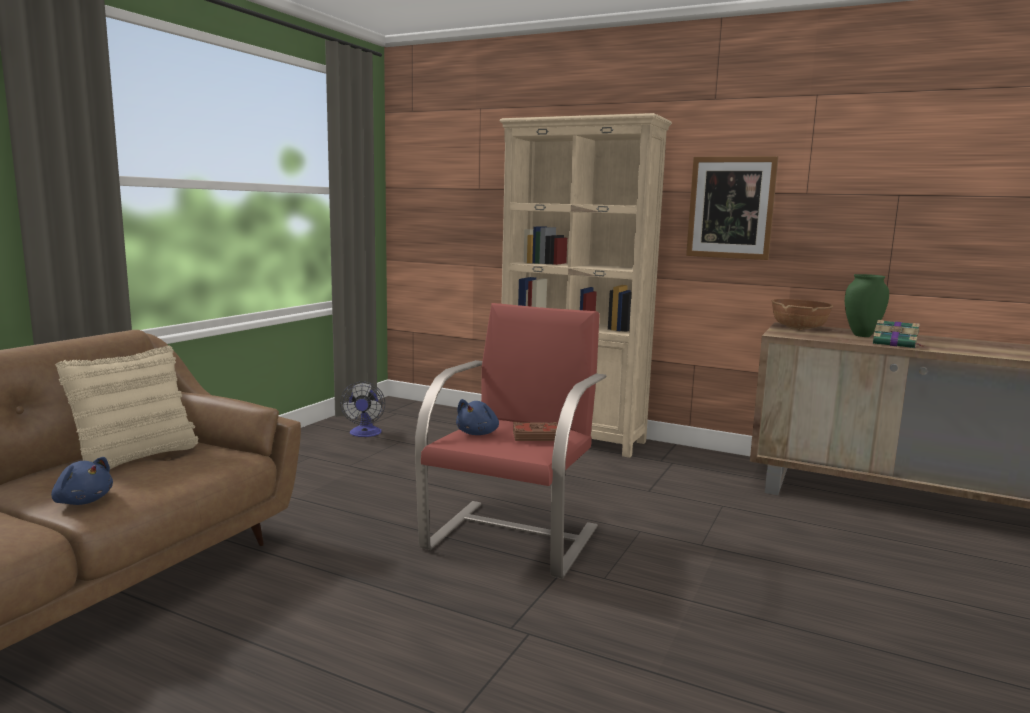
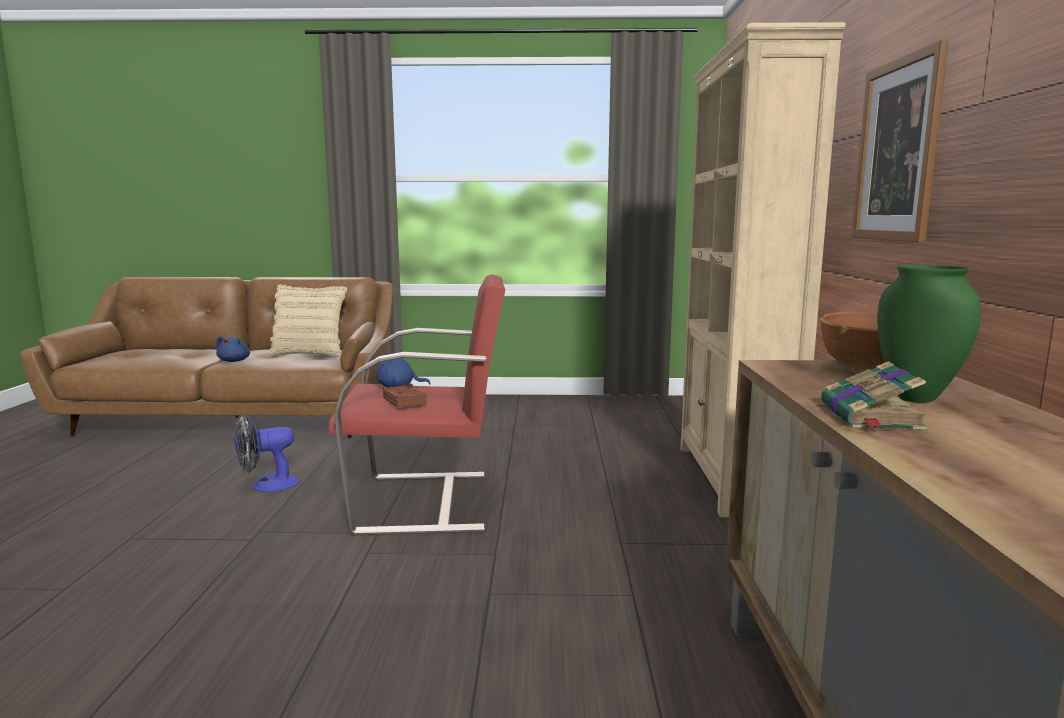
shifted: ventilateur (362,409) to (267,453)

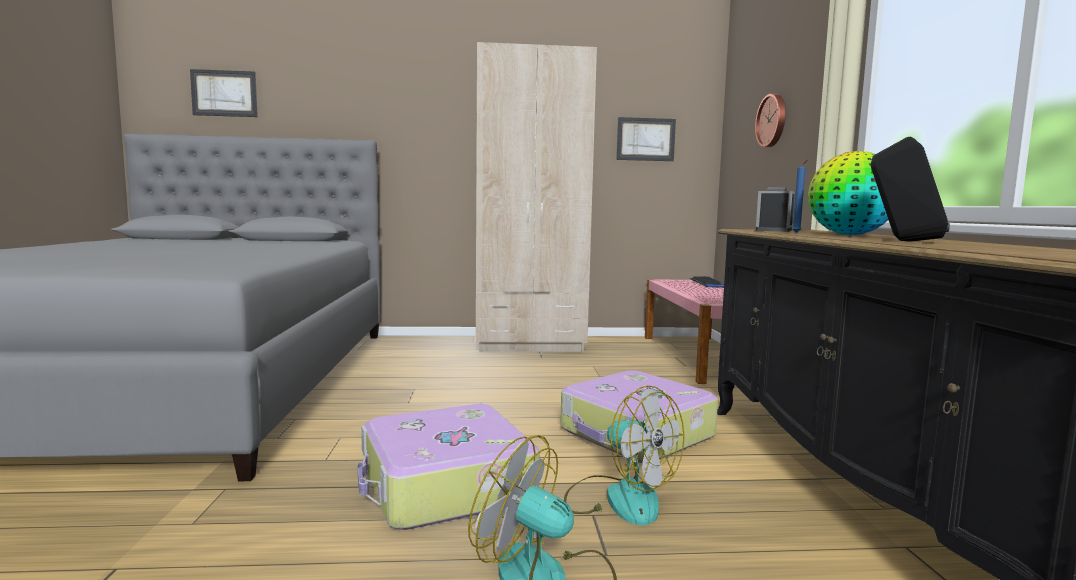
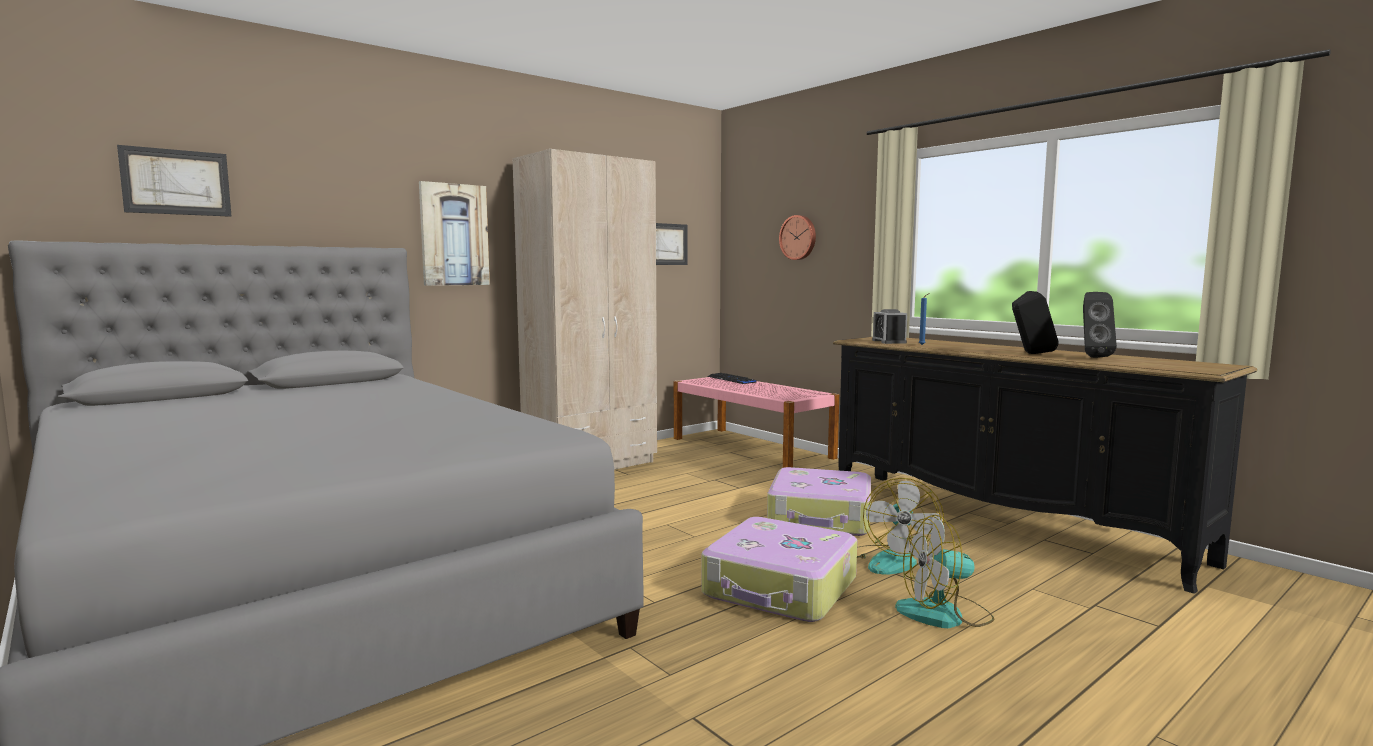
gone: globe (848,193)
new: tableau (454,233); enceinte [noir] (1100,325)
rotated: ventilateur (624,455) = (900,526) 90 degrees clockwise

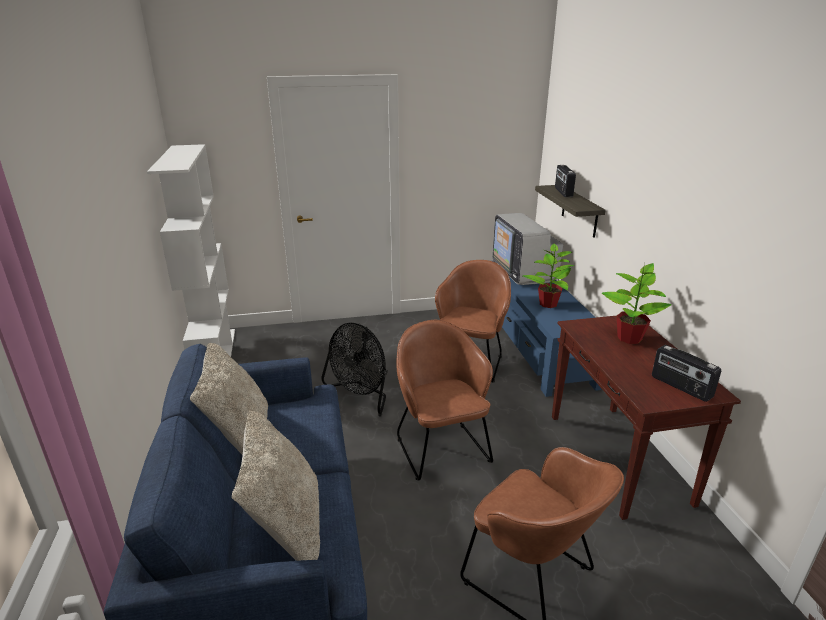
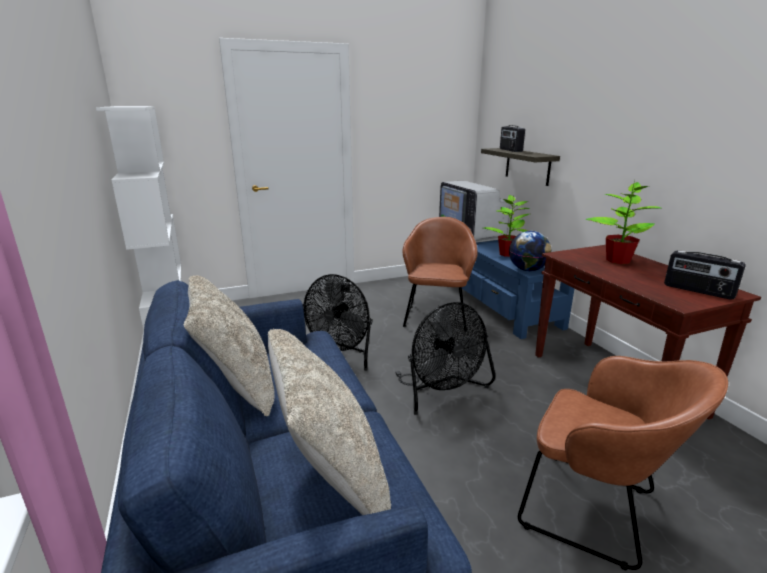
new: globe (530,251)
swapped: fauteuil [marron] (444,400) to ventilateur [noir] (446,358)

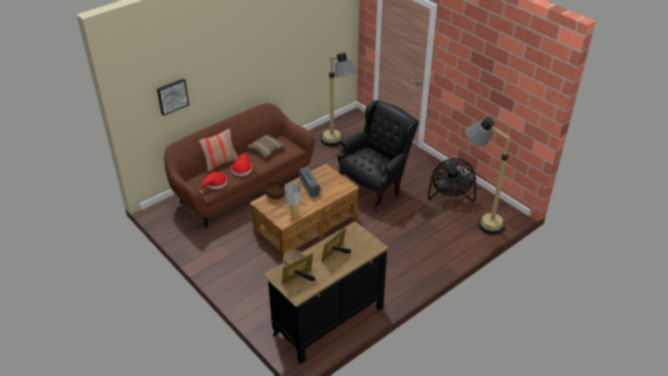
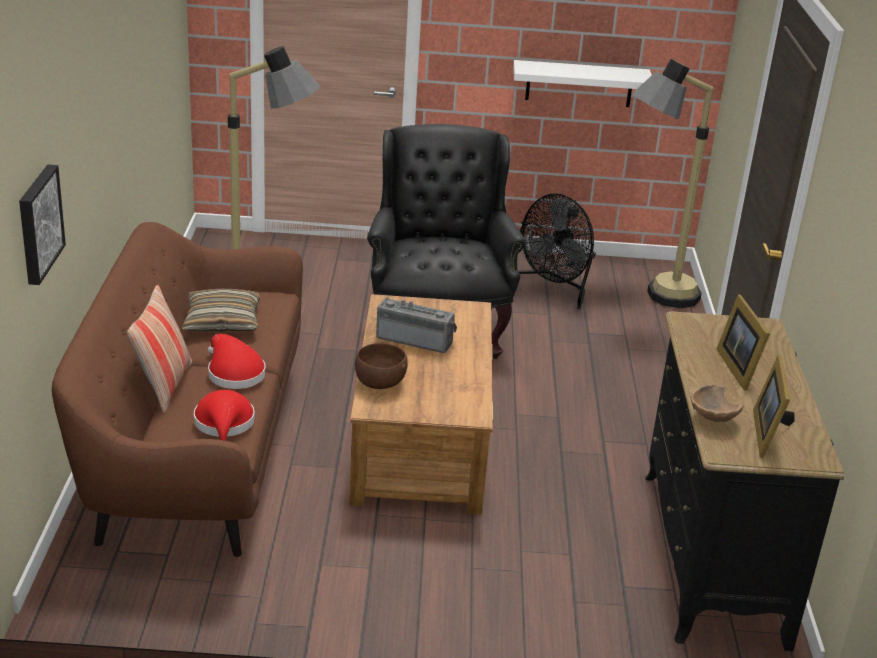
gone: lampe de table (288,200)
new: étagère [blanc] (582,83)
rotated: ventilateur [noir] (452,180) = (557,251) 90 degrees clockwise

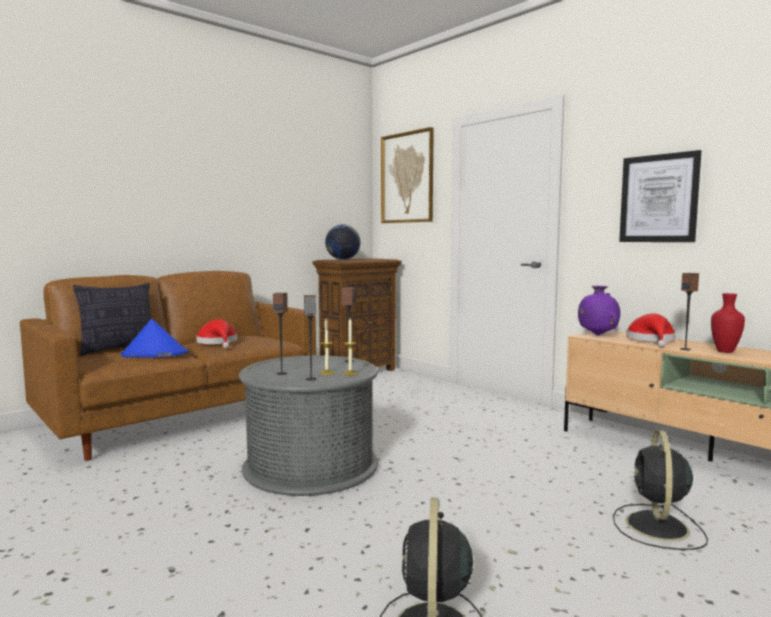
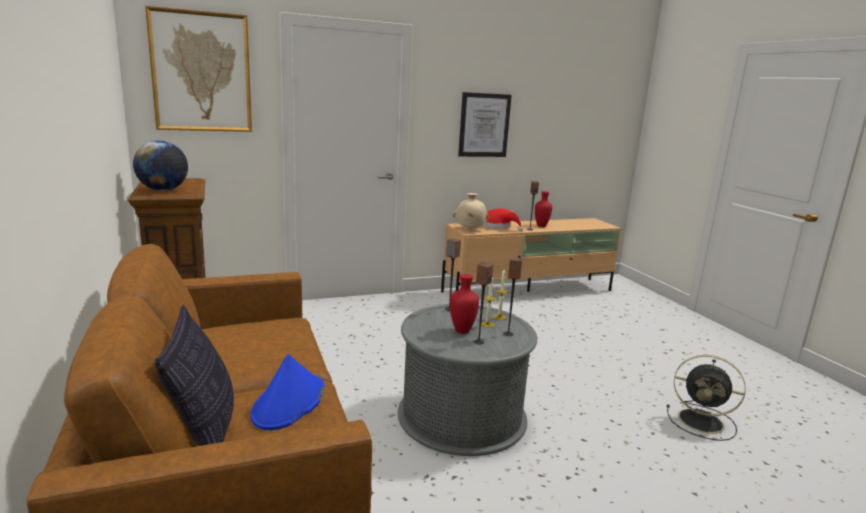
gone: chapeau [rouge] (216,333); ventilateur [noir] (660,490)
new: vase [rouge] (464,304)
repainted: vase [violet] (599,311) to vase [beige] (471,211)

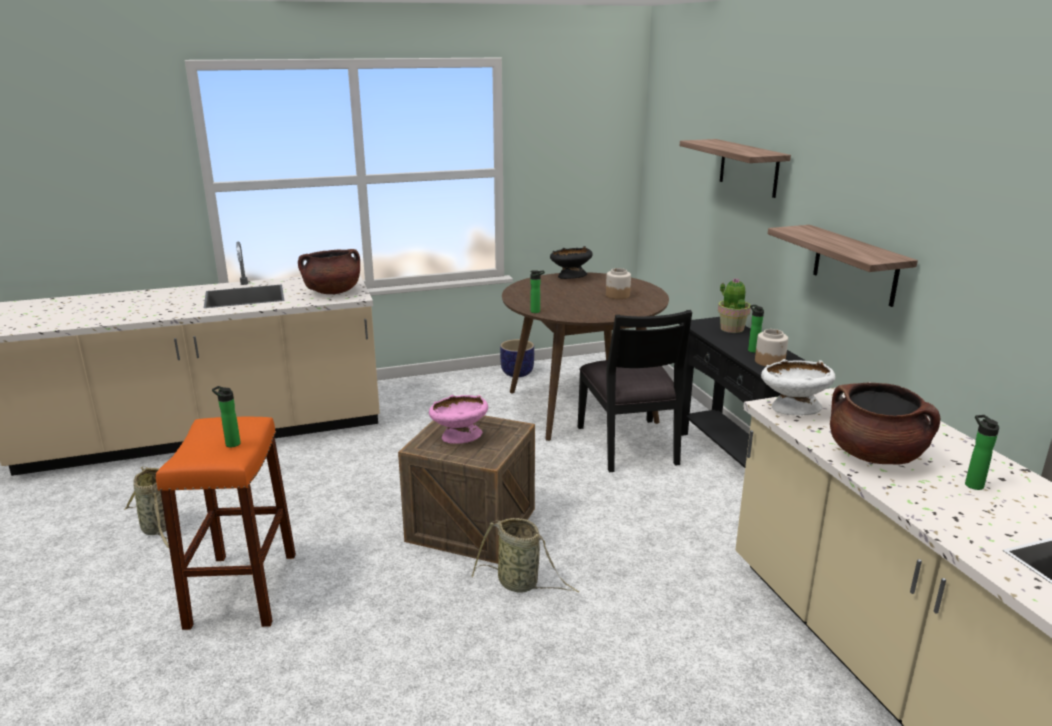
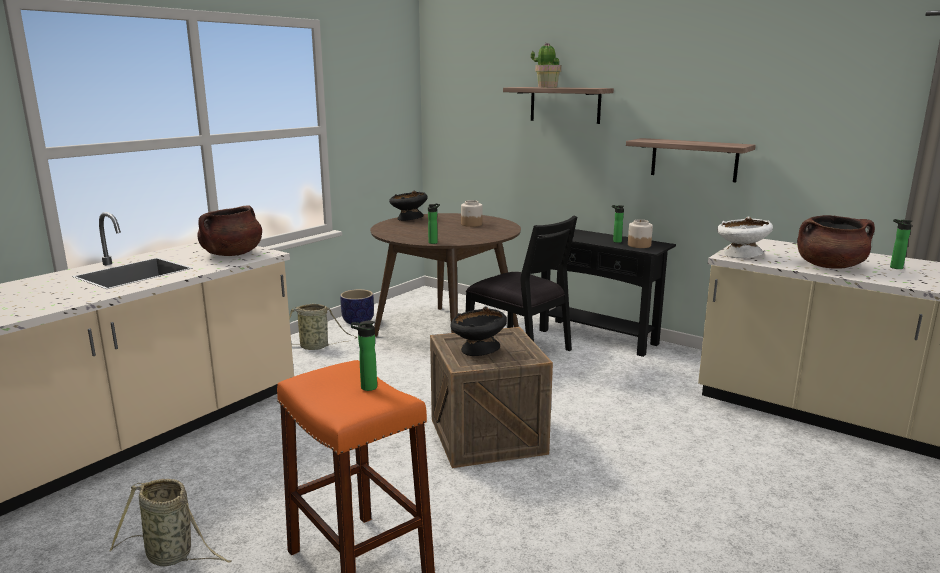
shifted: panier (525,555) to (323,327); plante en pot (734,305) to (546,65)
repainted: bol [rose] (458,419) to bol [noir] (478,331)

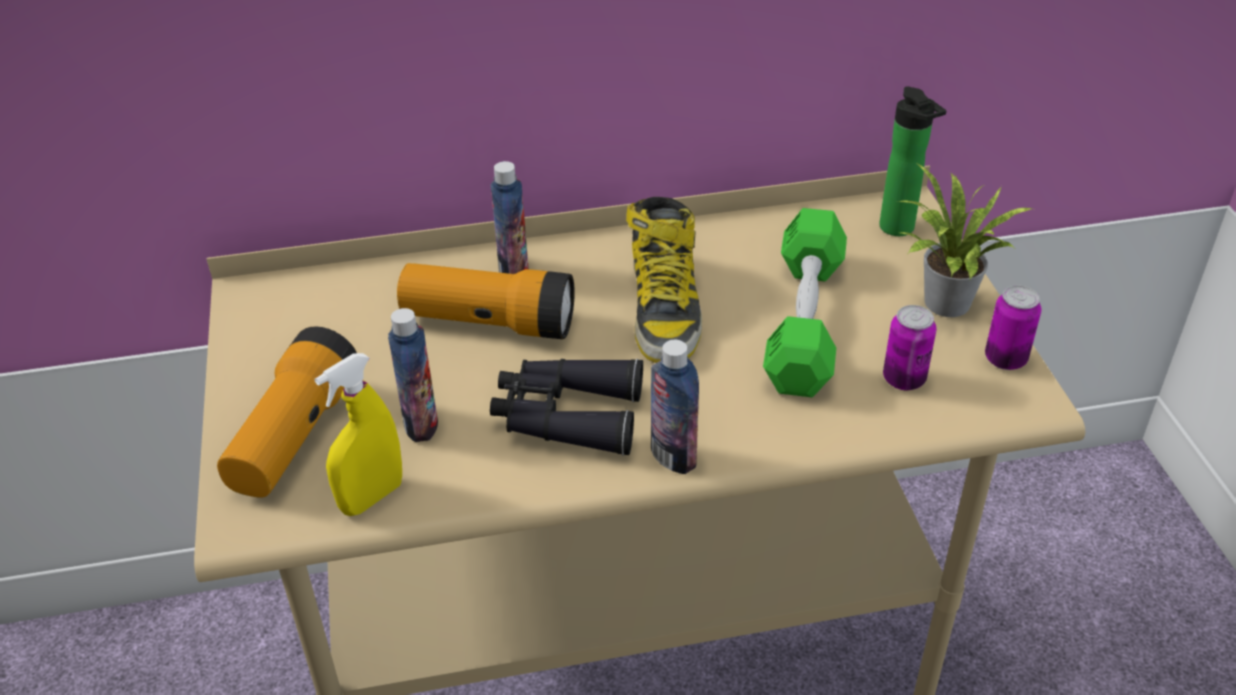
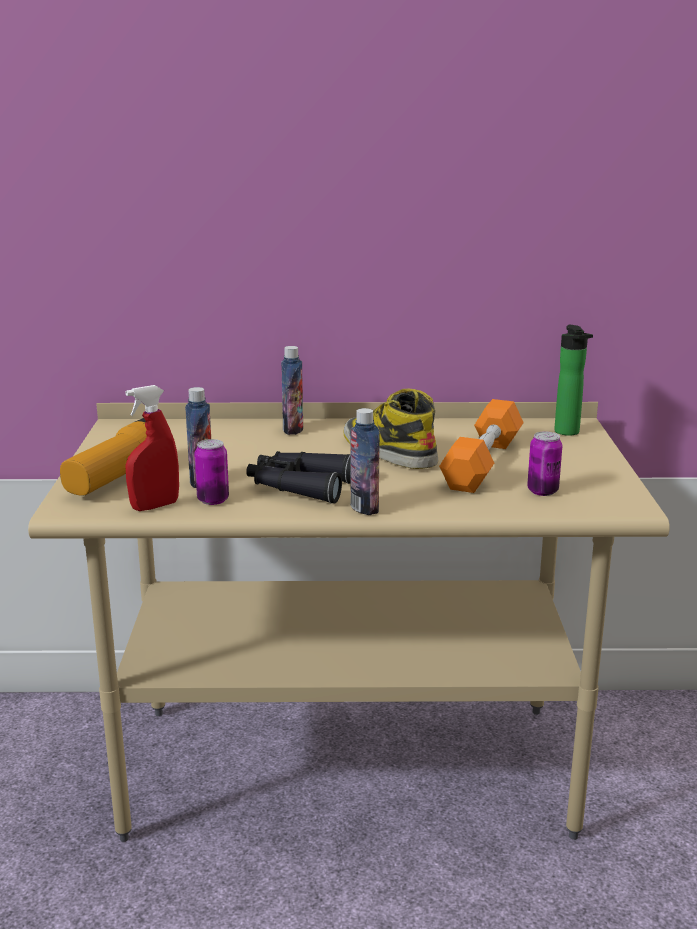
gone: lampe de poche (486,301); plante en pot (965,240)
shifted: boîte métallique (1013,327) to (211,472)
repainted: vaporisateur [jaune] (358,434) to vaporisateur [rouge] (152,448); haltère [vert] (805,302) to haltère [orange] (481,446)
rotated: botte (664,280) = (391,428) 135 degrees clockwise

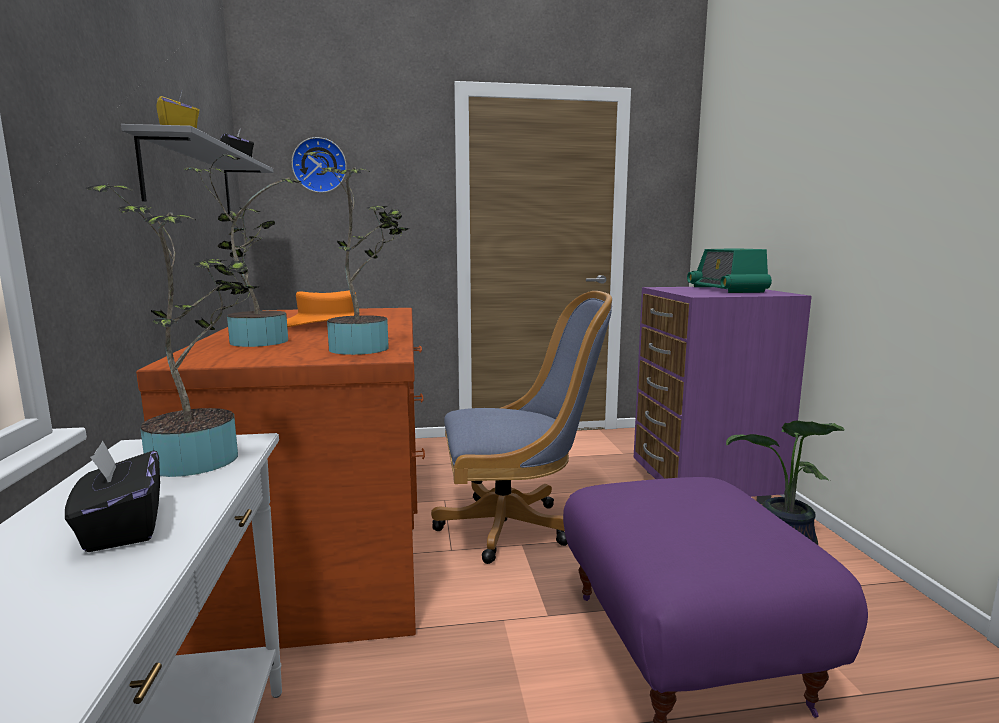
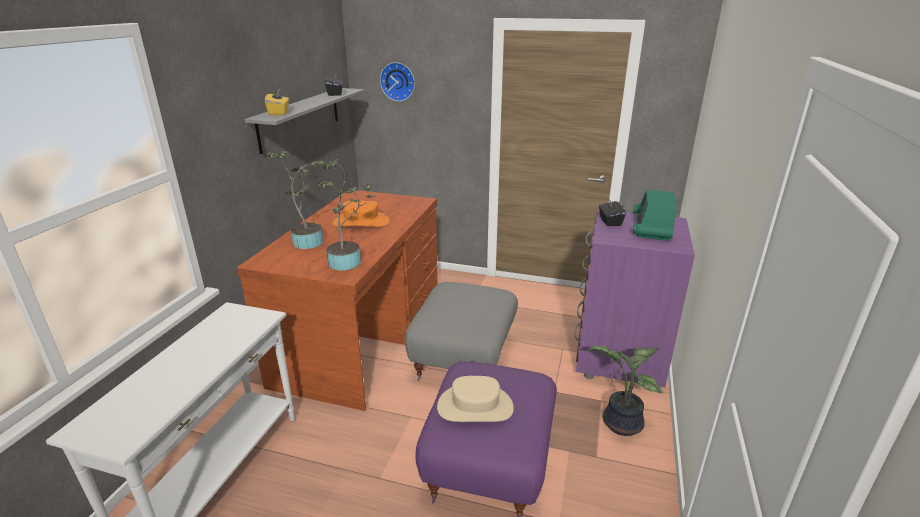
gone: plante en pot (173,330)
new: chapeau [beige] (475,399)
shifted: boîte à mouchoirs [noir] (112,496) to (612,212)
swapped: chaise de bureau [bleu] (521,427) to pouf [gris] (461,331)

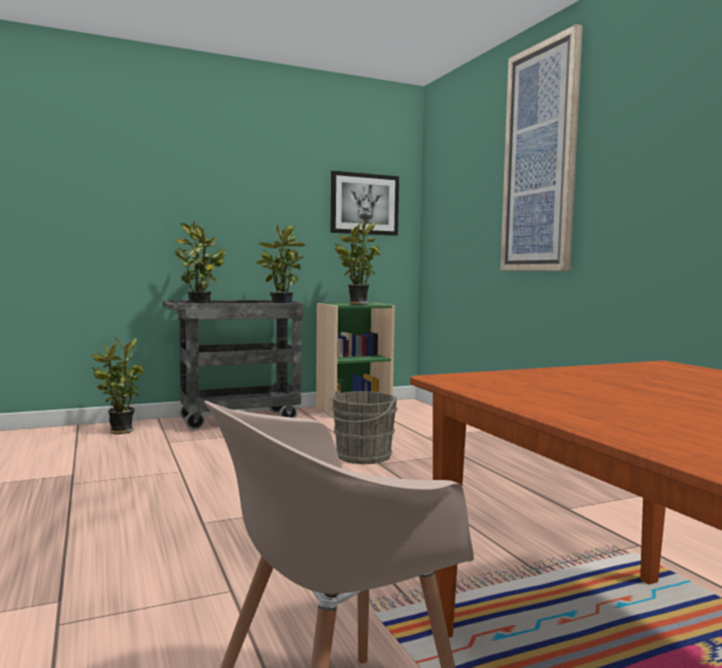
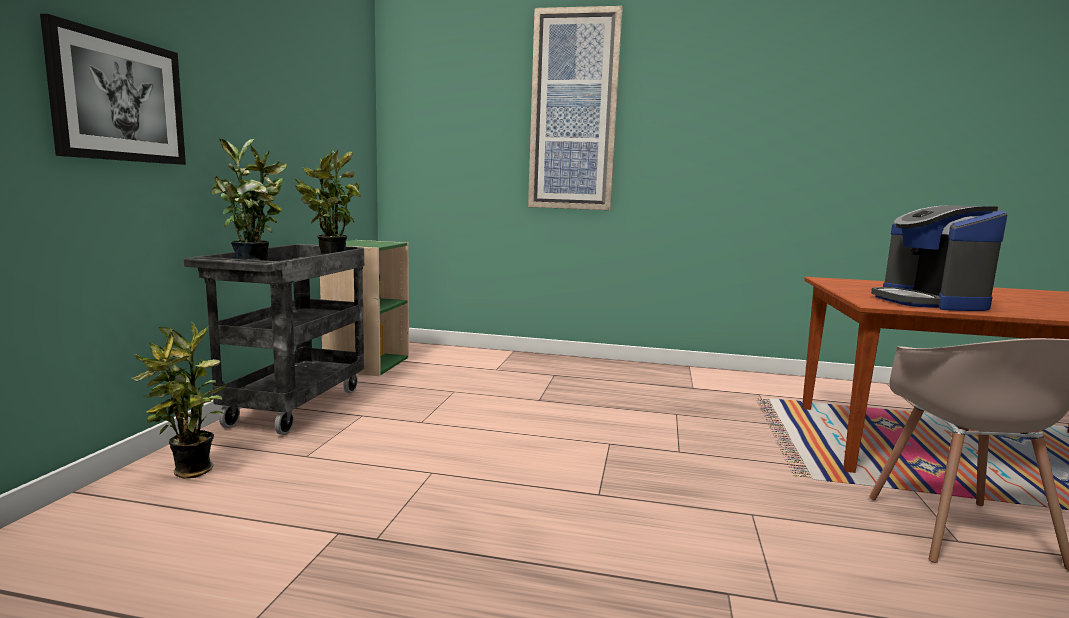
gone: seau [gris] (361,427); plante en pot (357,263)
new: machine à café (939,258)
shifted: tableau (365,203) to (113,89)

